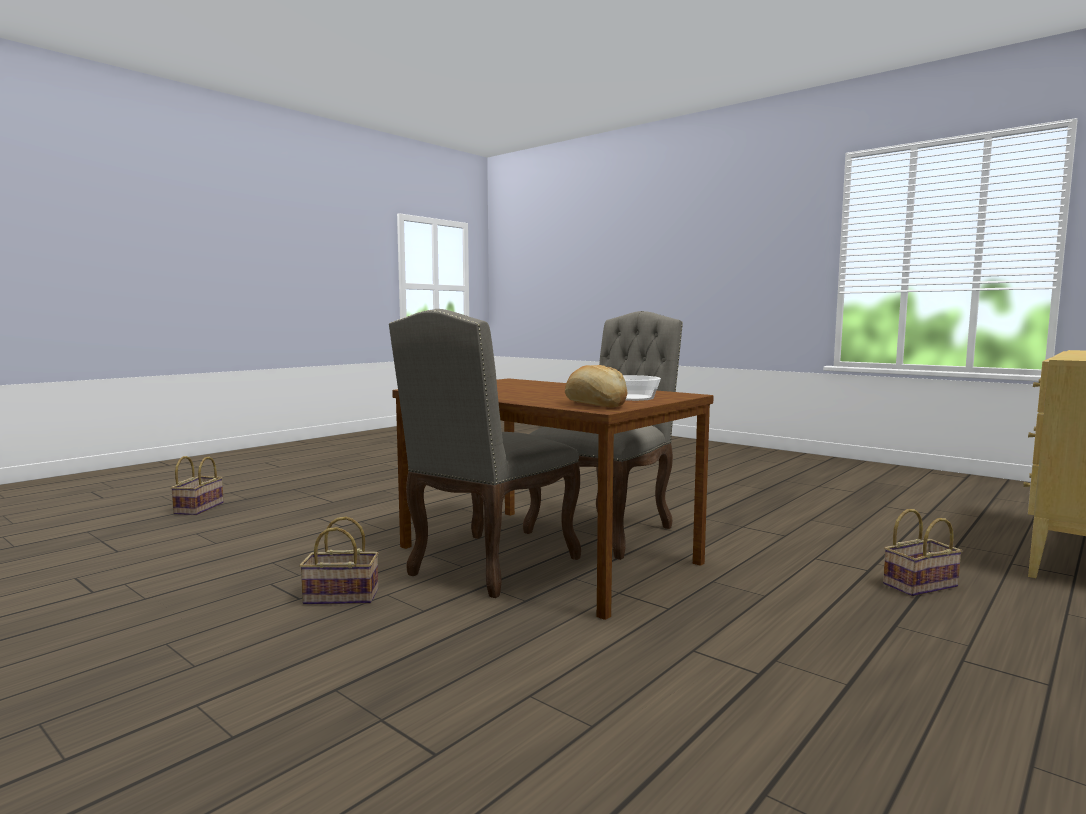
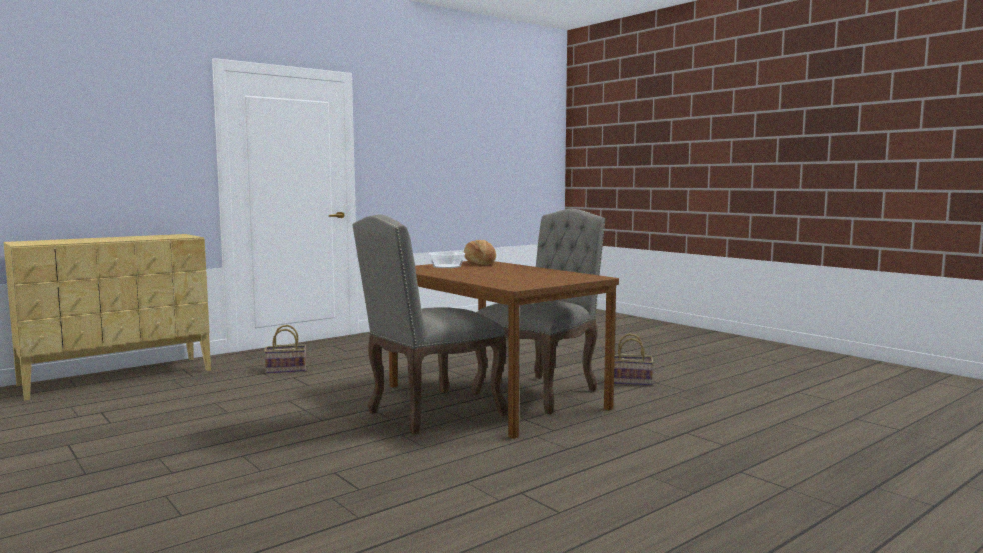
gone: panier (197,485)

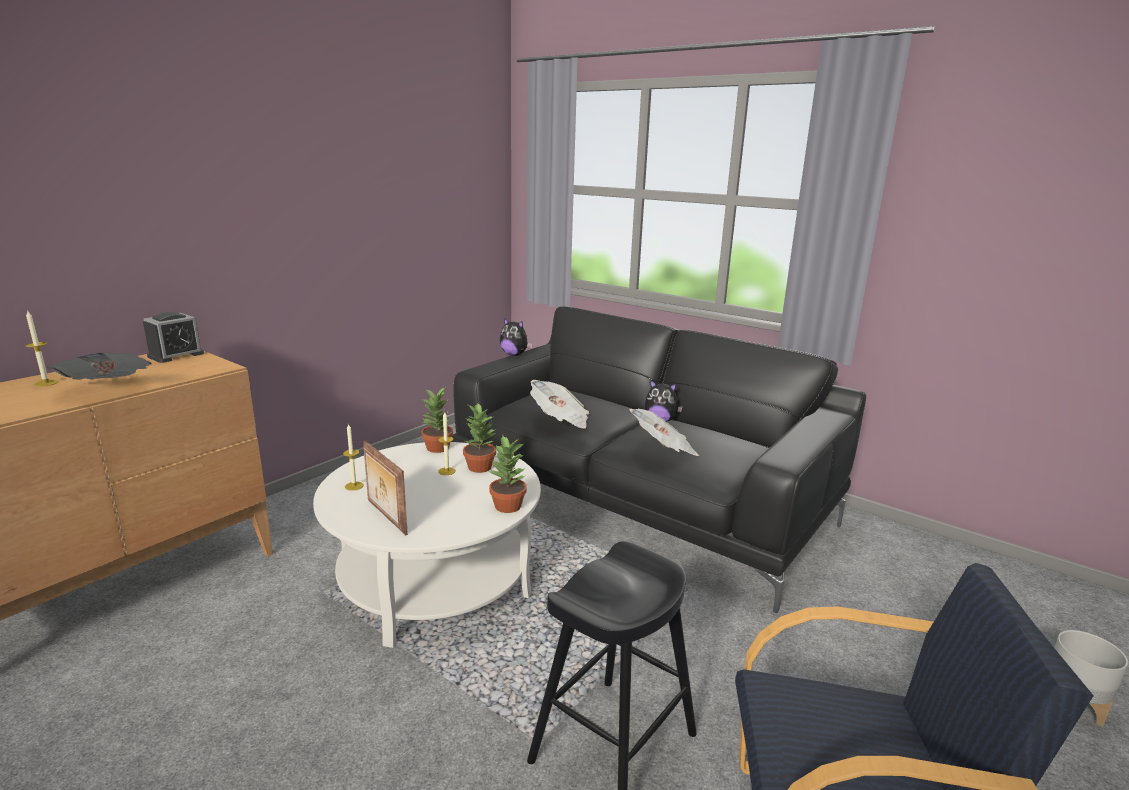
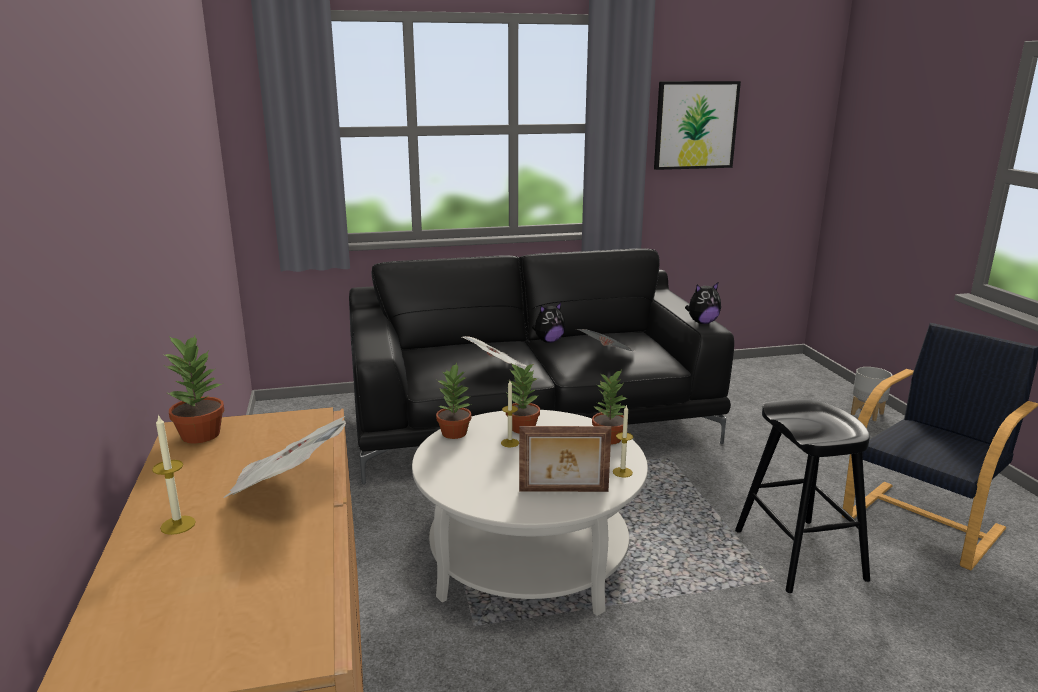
new: tableau (697,125)
shifted: bougie (353,457) to (623,441); peluche (516,337) to (703,303)
swapped: réveil (173,337) to plante en pot (193,389)

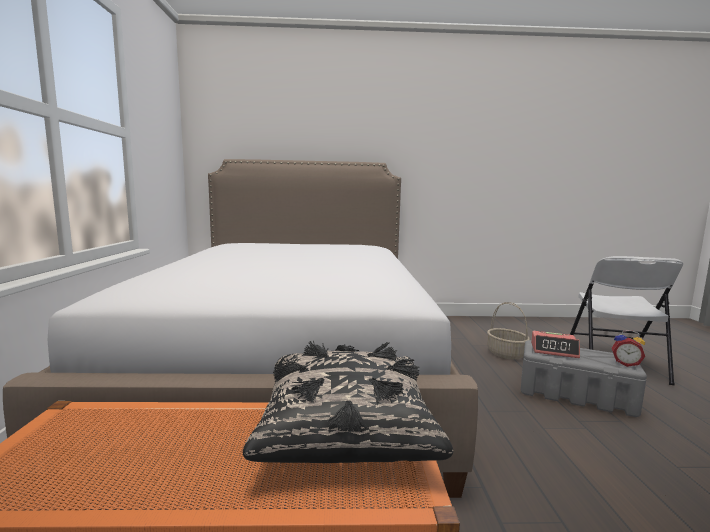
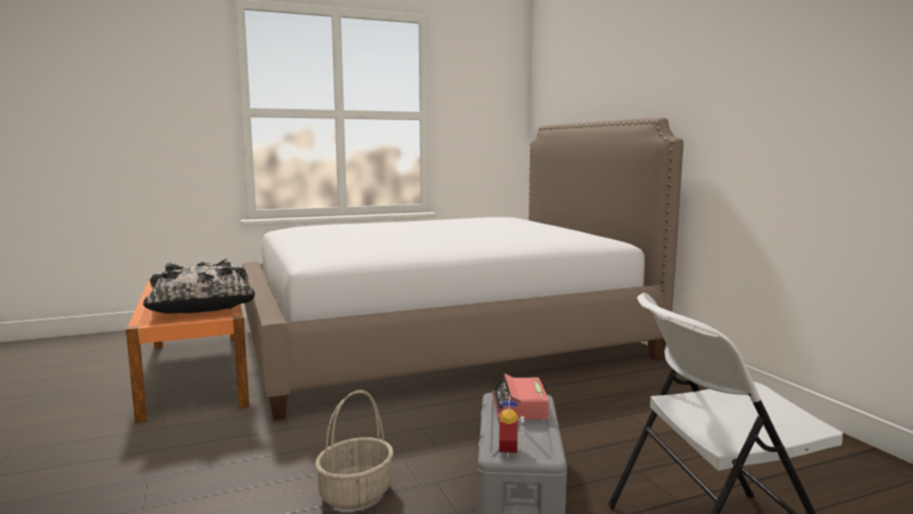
shifted: panier (508,330) to (354,449)

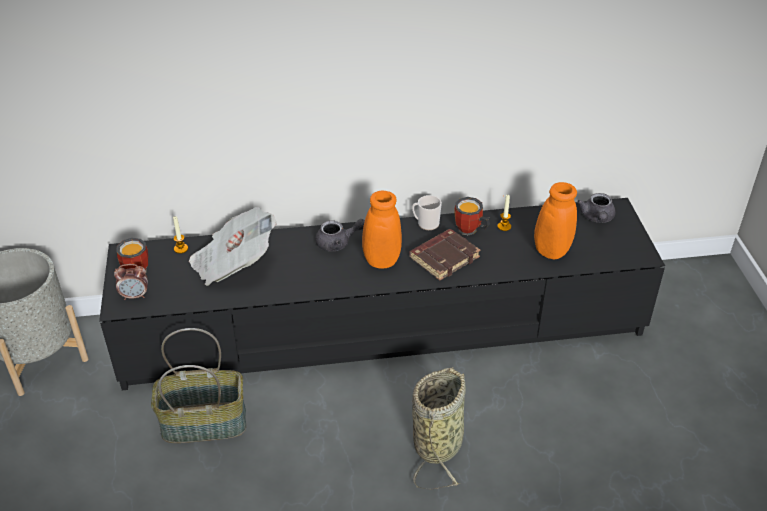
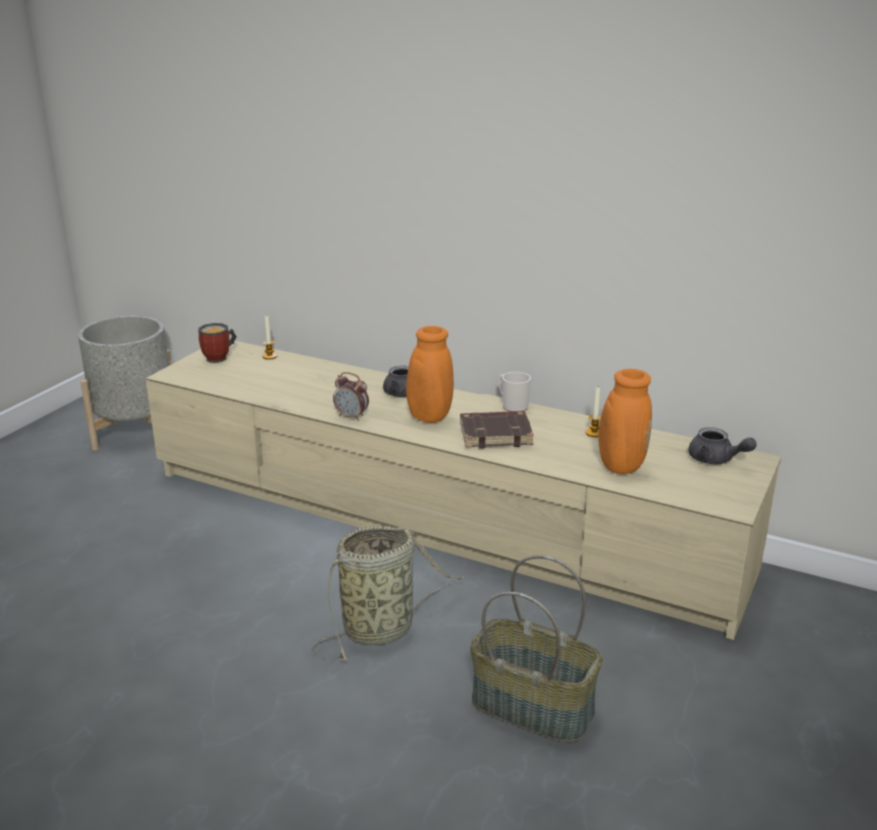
gone: journal (232,246); mug (472,216)
shifted: réveil (131,282) to (351,396); panier (198,385) to (536,649)
repainted: meuble télé [noir] (382,294) to meuble télé [beige] (463,489)
rotated: théière [gris] (596,208) = (722,445) 90 degrees counterclockwise

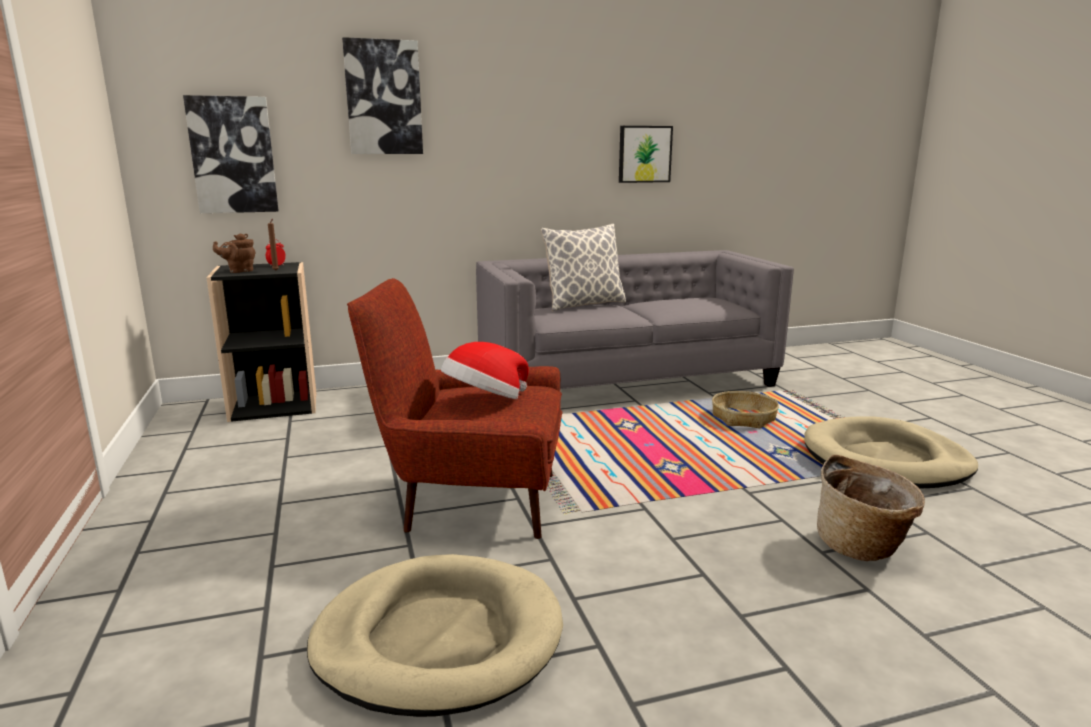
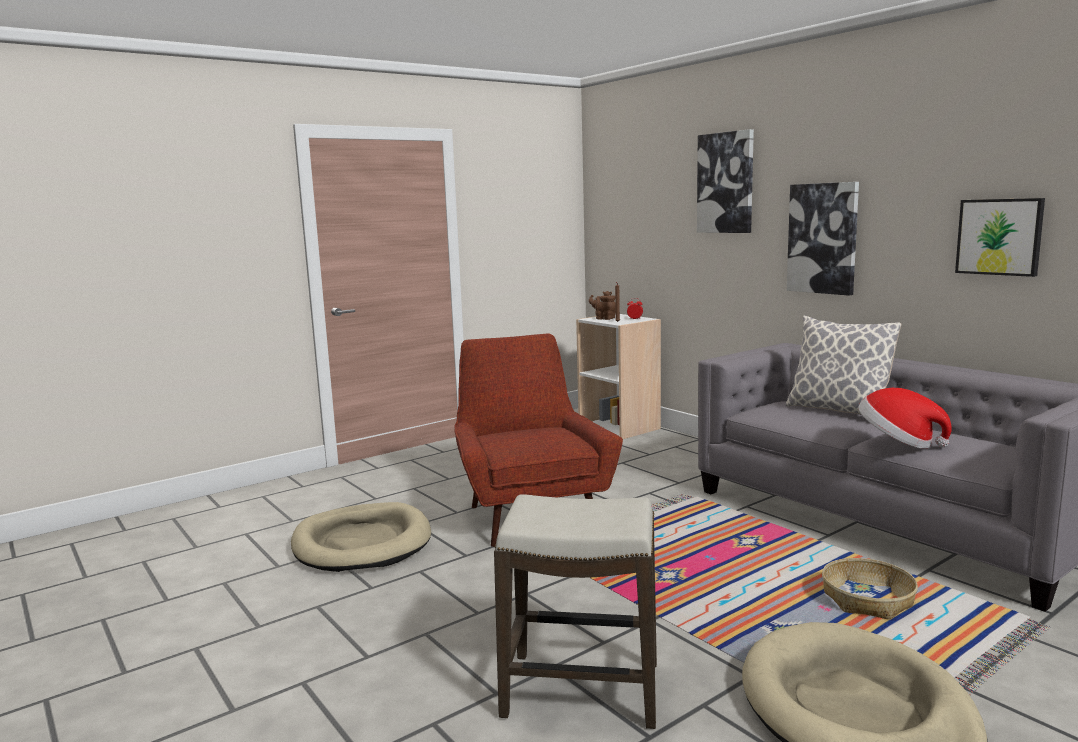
shifted: tableau (231,154) to (823,239); chapeau (485,370) to (904,418)
swapped: panier (871,507) to tabouret (575,611)
repainted: bibliothèque [noir] (261,342) to bibliothèque [blanc] (618,376)

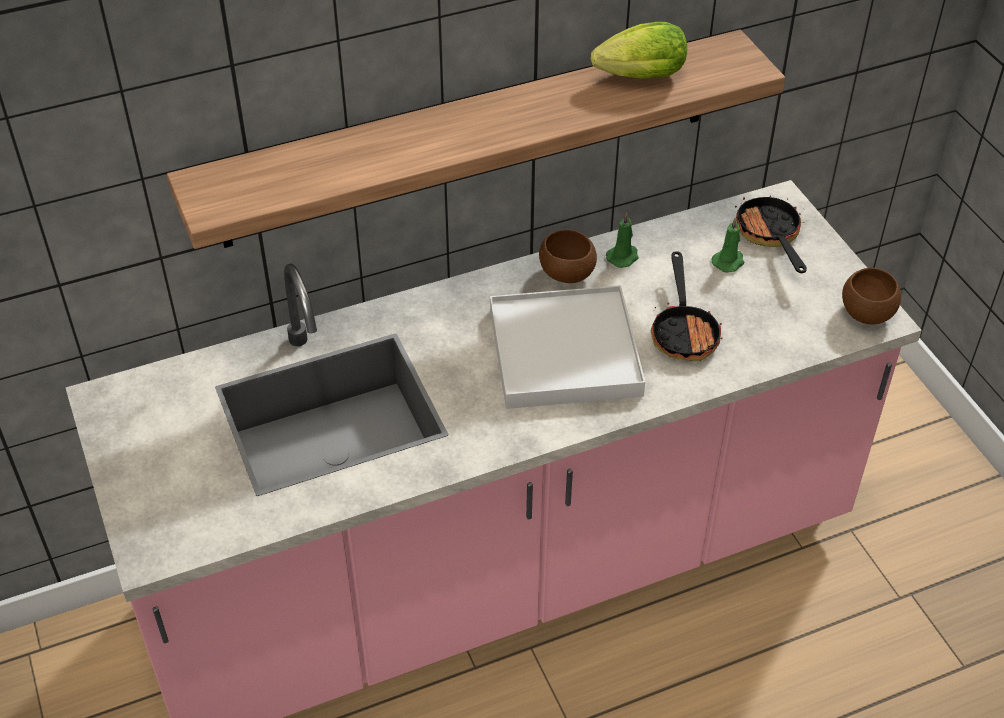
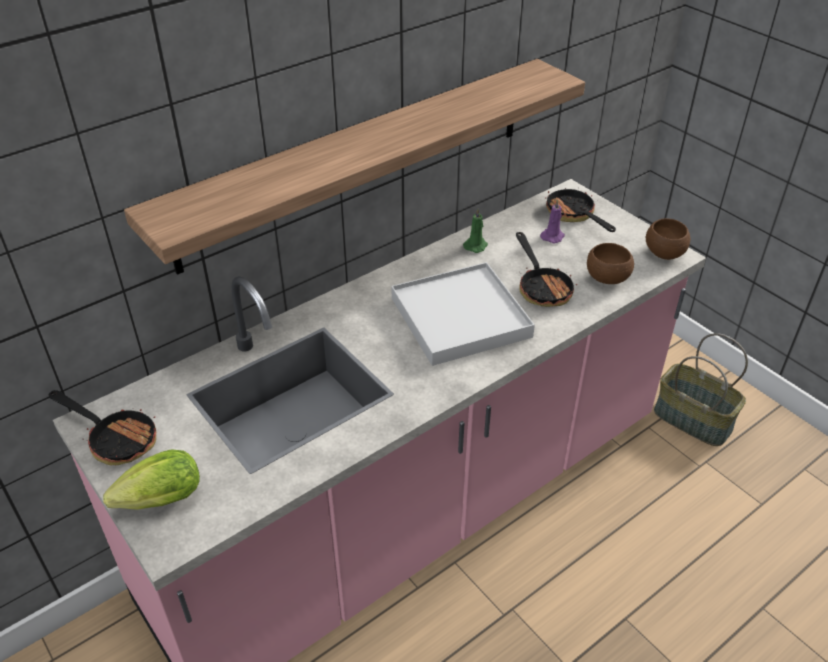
new: poêle (102,427); panier (701,389)
shifted: bol [marron] (568,256) to (610,263); laitue (639,50) to (151,479)
repainted: bougie [vert] (728,245) to bougie [violet] (552,221)

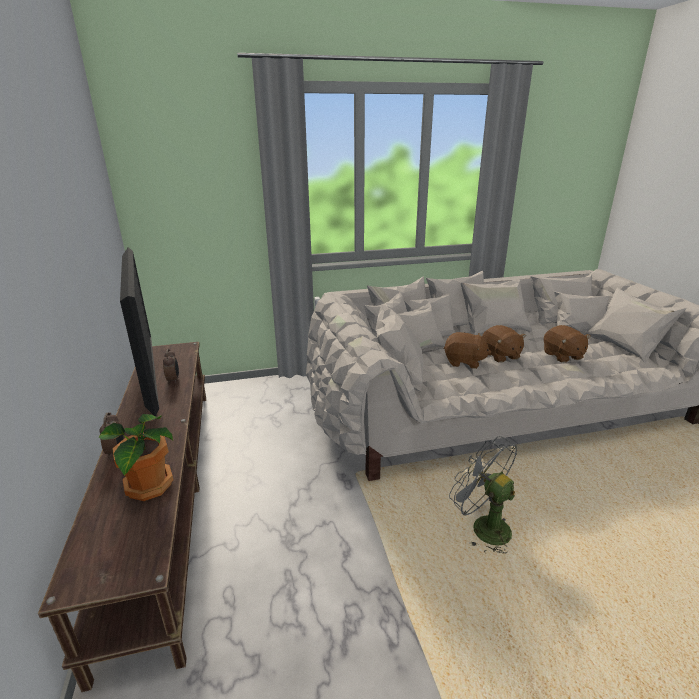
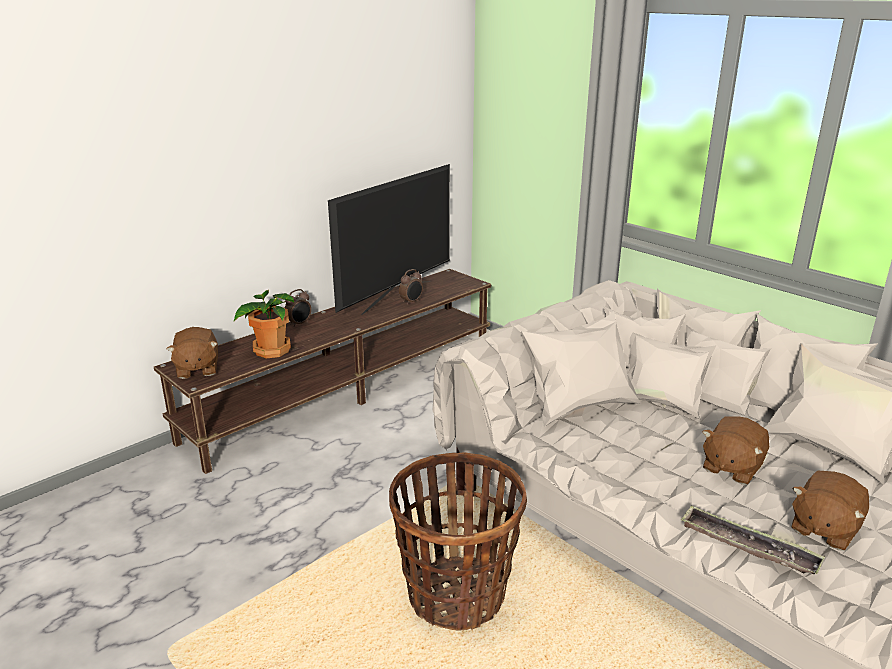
new: plateau (753,539)
shifted: peluche [marron] (467,350) to (192,353)
swapped: ventilateur [gris] (483,495) to panier (458,541)

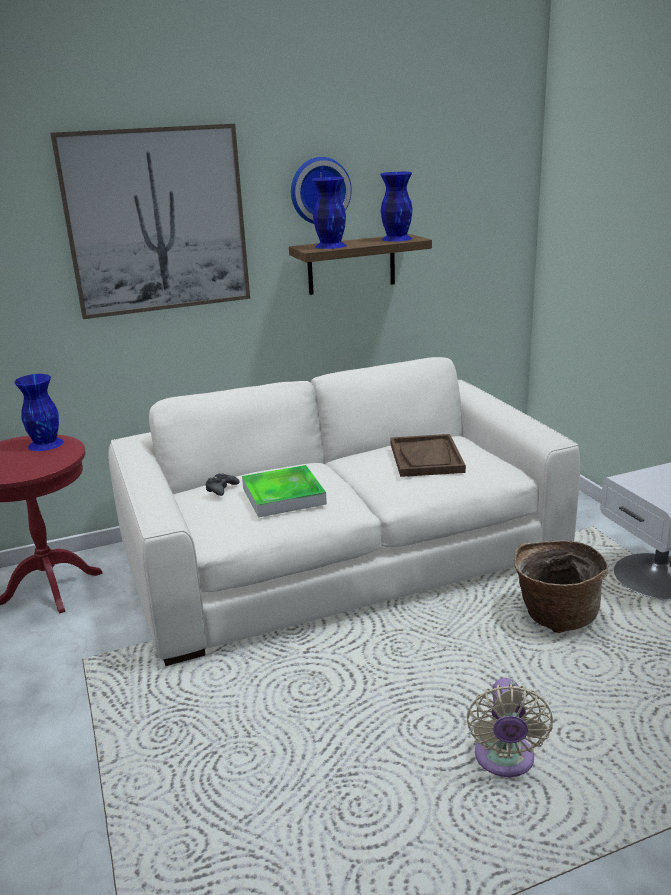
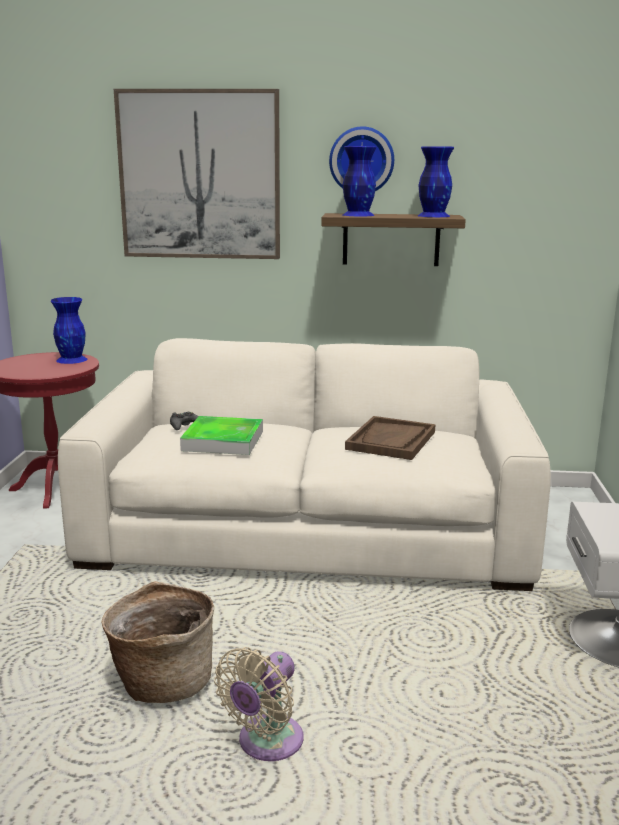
shifted: panier (561,586) to (157,642)

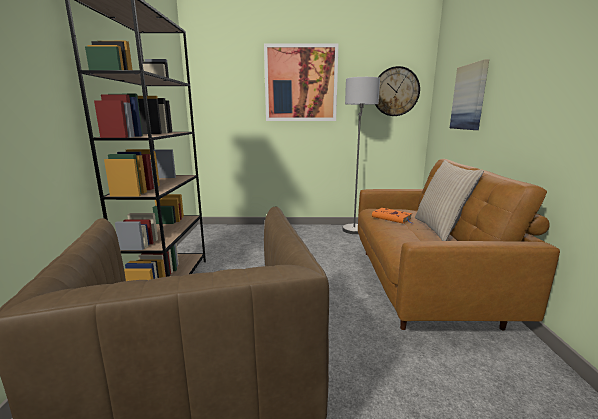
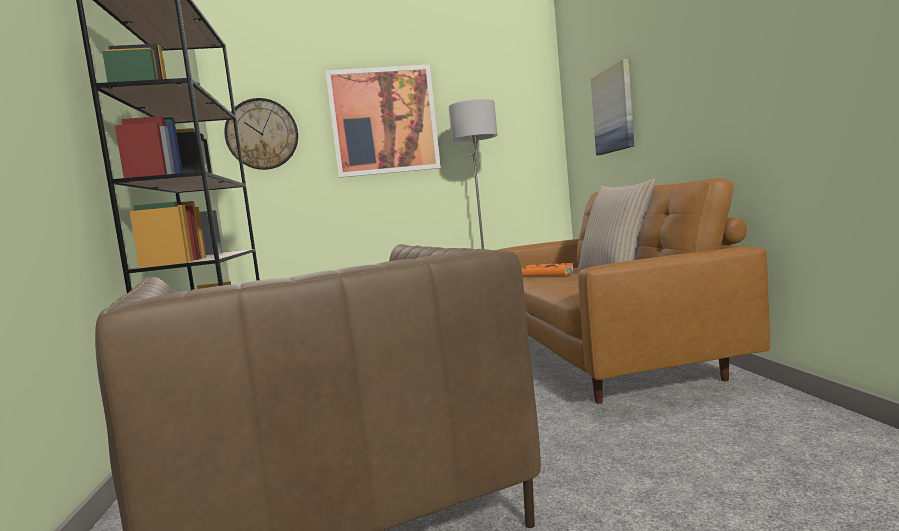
shifted: horloge murale (397,91) to (261,134)

